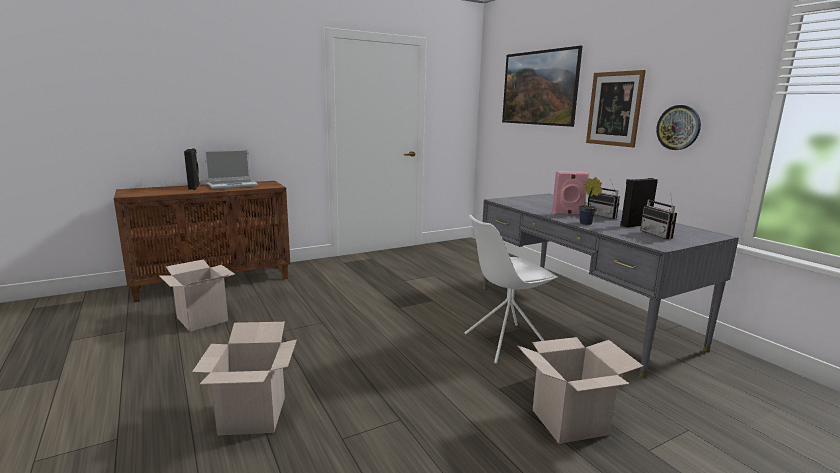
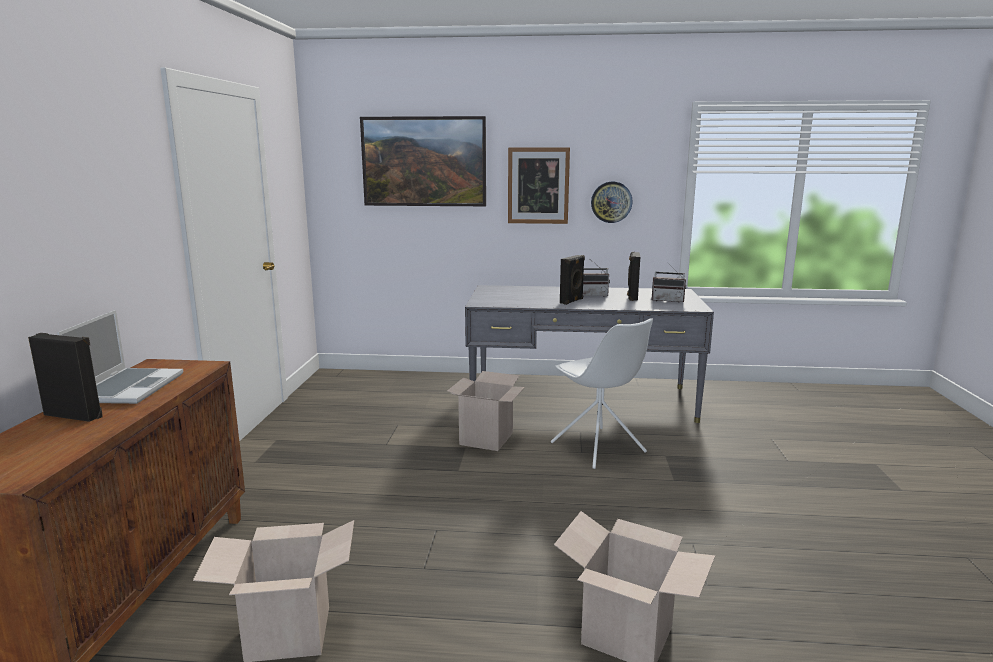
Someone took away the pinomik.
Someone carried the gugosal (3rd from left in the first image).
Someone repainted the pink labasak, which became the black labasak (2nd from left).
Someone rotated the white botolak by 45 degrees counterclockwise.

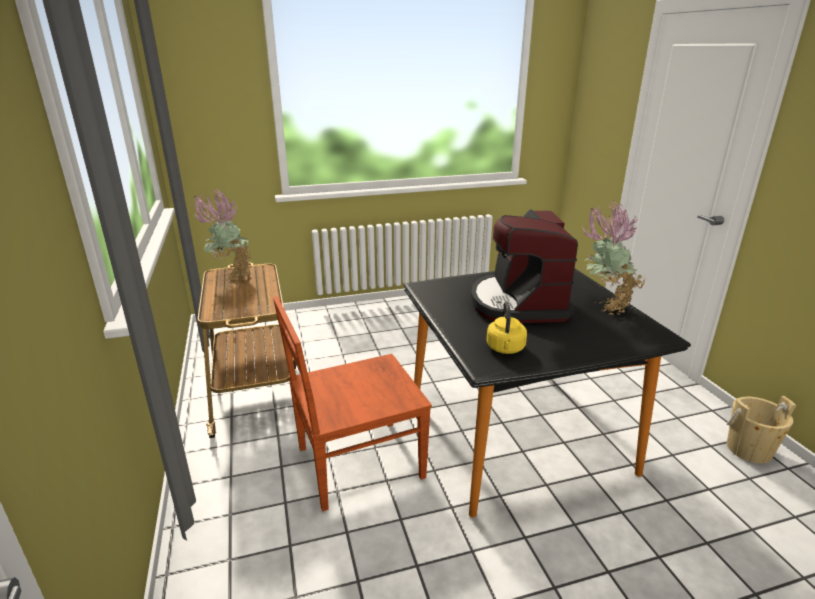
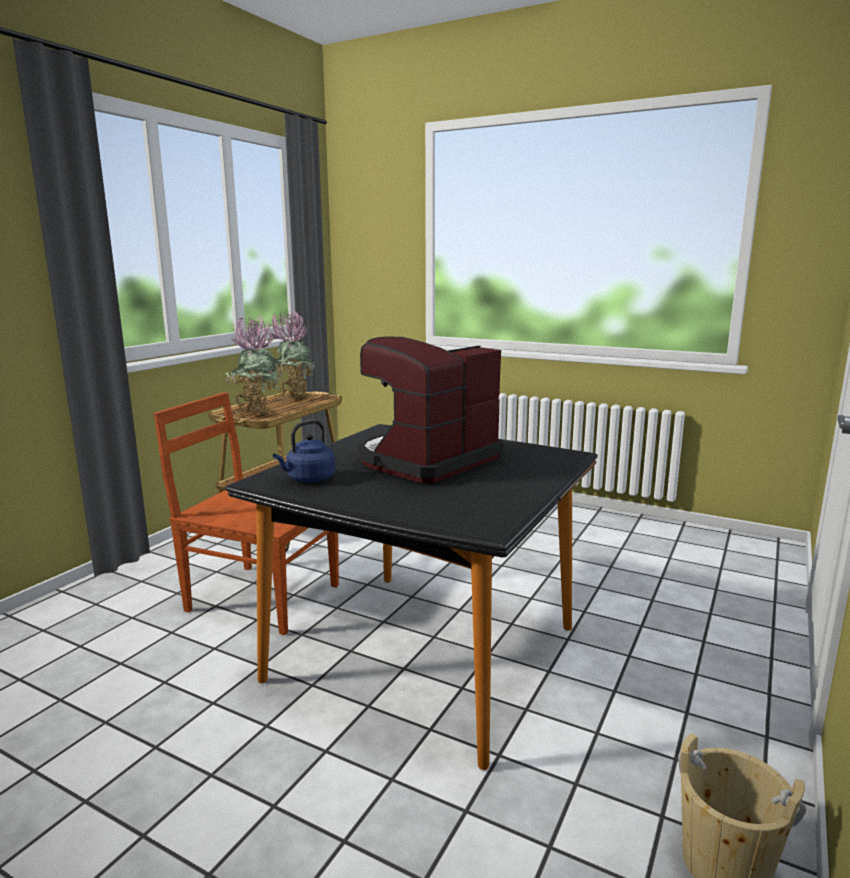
Someone carried the pinomik (2nd from left in the first image).
Someone repainted the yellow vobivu, which became the blue vobivu.

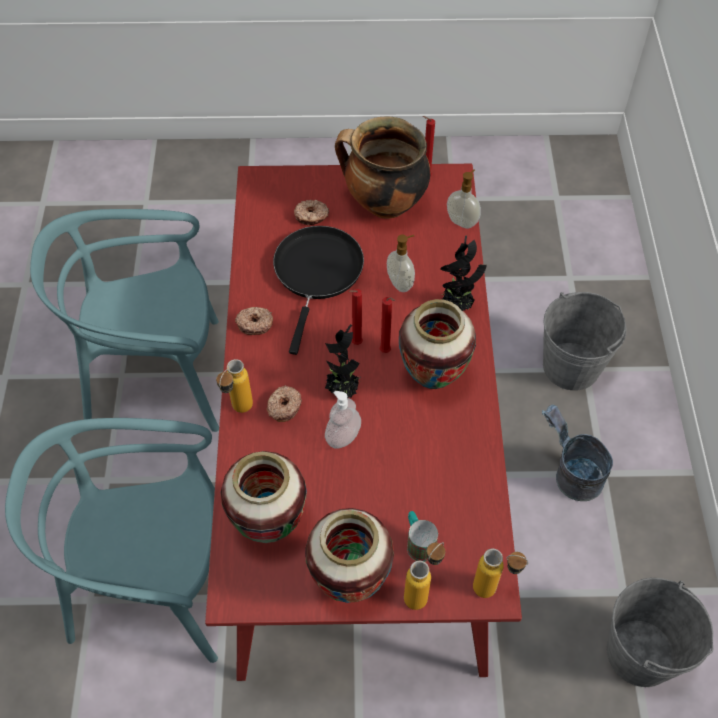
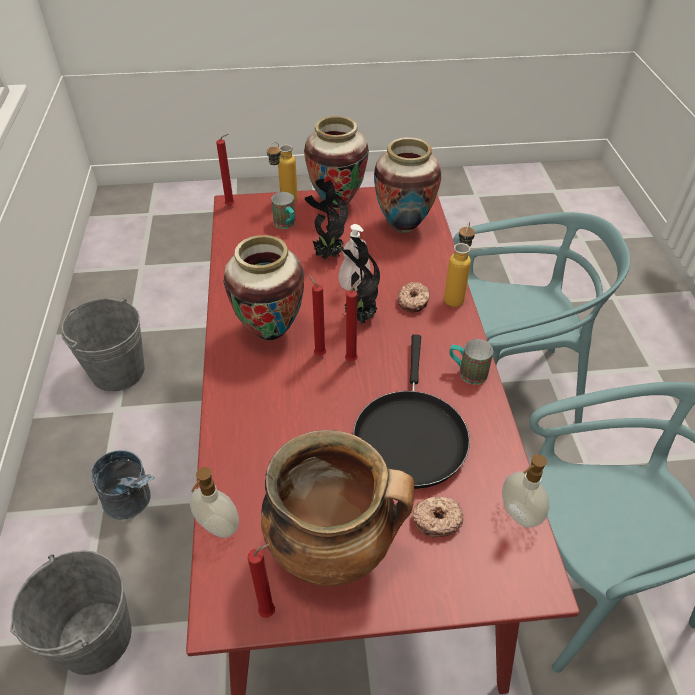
Someone carried the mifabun (2nd from left in the first image).
Someone carried the pinomik (2nd from left in the first image).
Someone swapped the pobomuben (1st from left) for the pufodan (2nd from left).
Someone swapped the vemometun (3rd from left) for the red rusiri (1st from left).

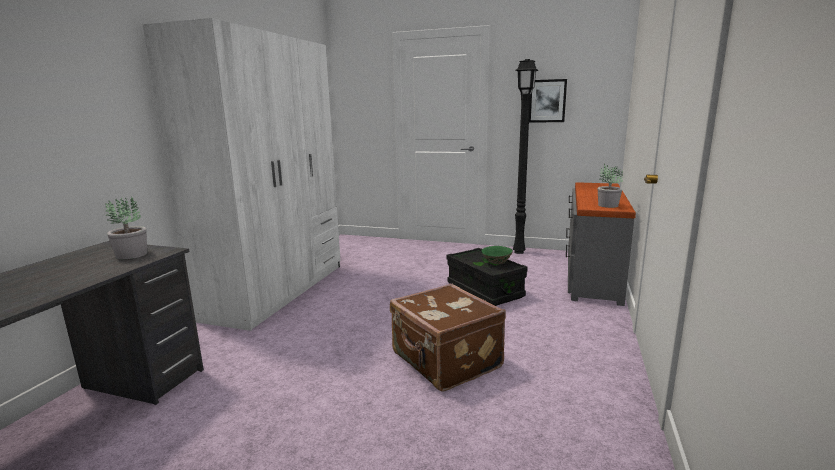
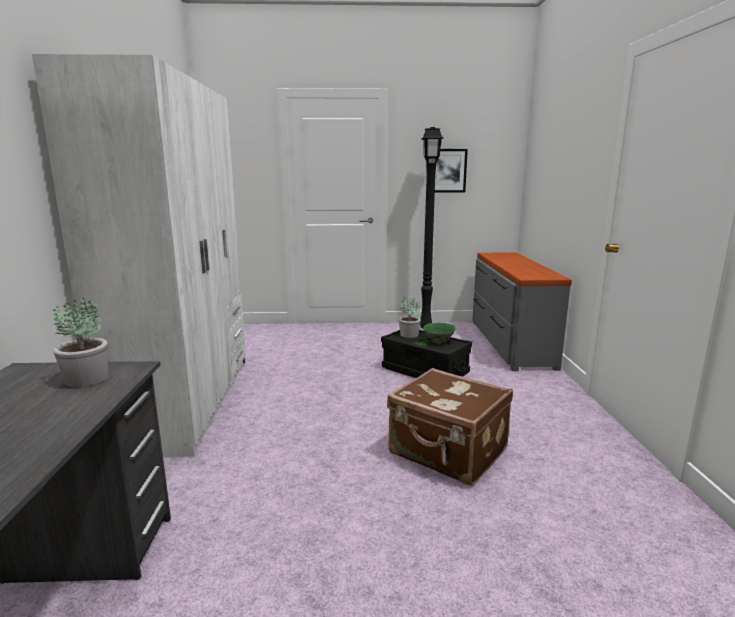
Someone carried the pinomik (2nd from left).

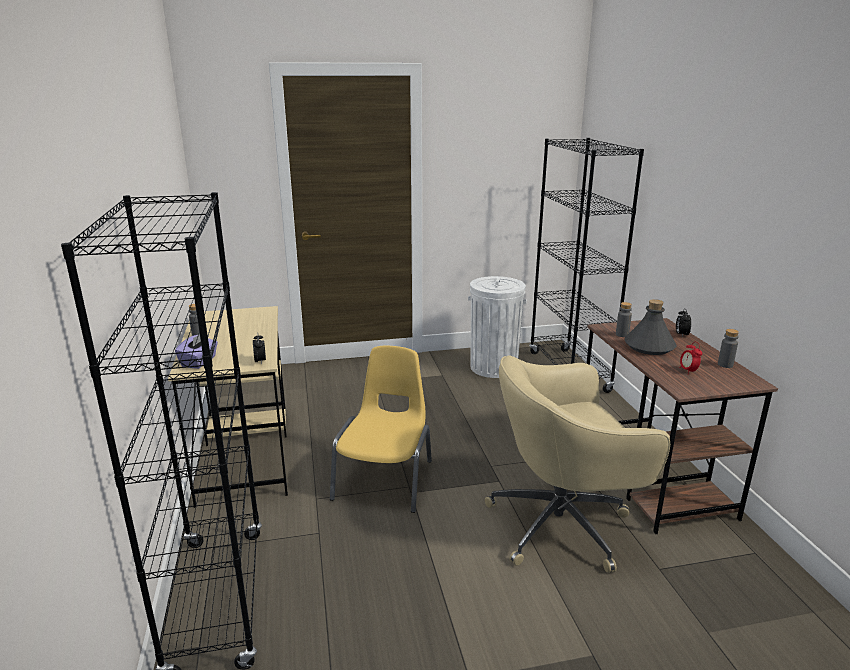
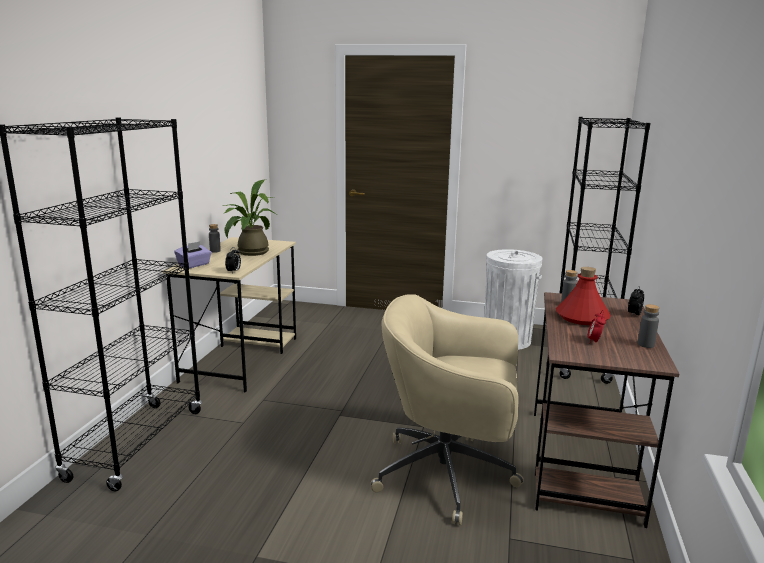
Someone took away the yellow botolak.
Someone put down the pinomik.
Someone repainted the grey vemometun (3rd from left), which became the red vemometun.

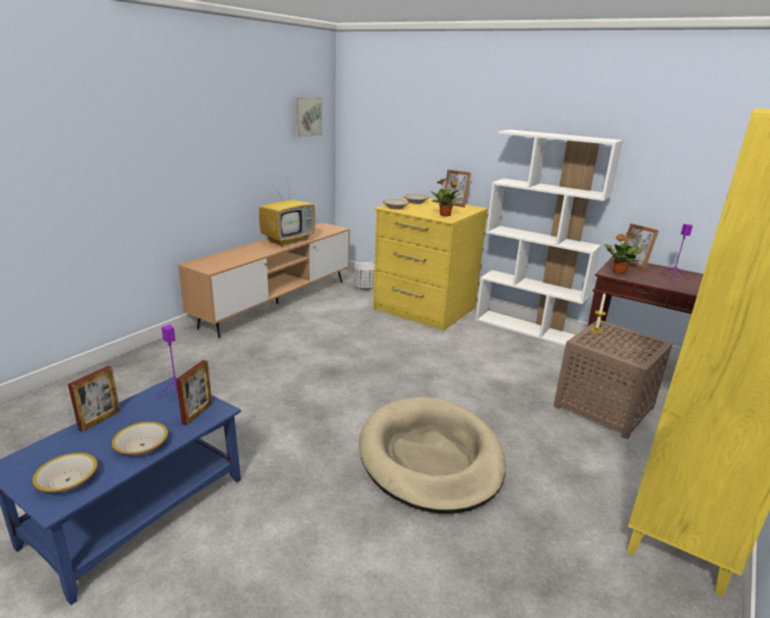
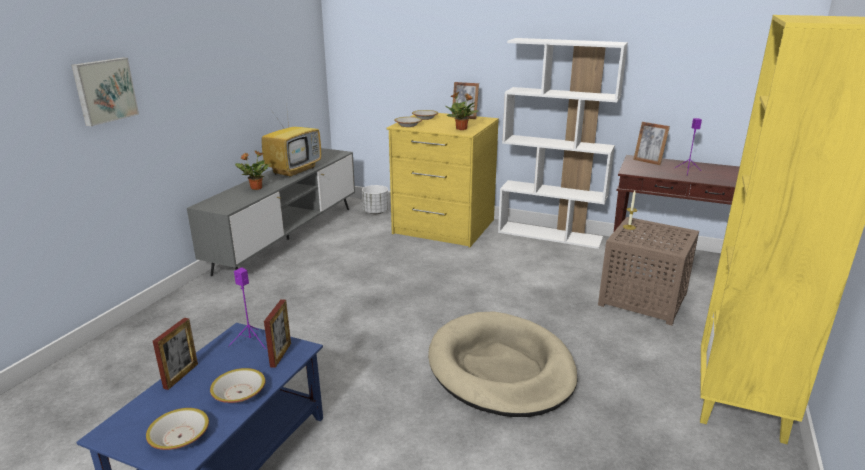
Someone carried the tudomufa.
Someone carried the pinomik (2nd from left in the first image).
Someone repainted the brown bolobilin, which became the grey bolobilin.

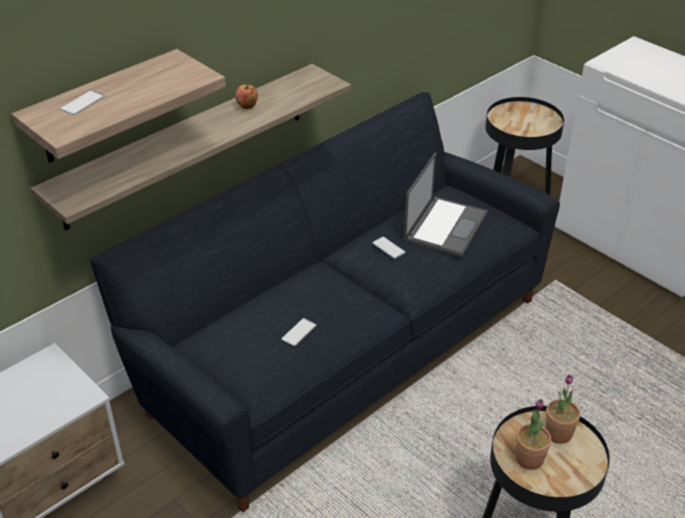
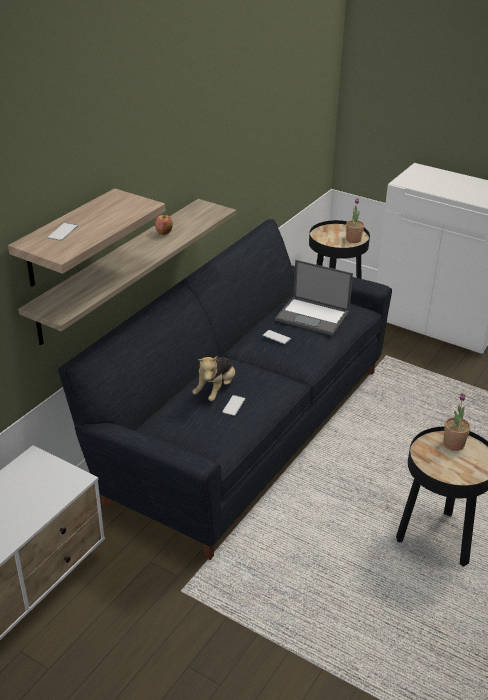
Someone put down the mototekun.
Someone carried the pinomik (1st from left).
Someone rotated the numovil by 105 degrees clockwise.

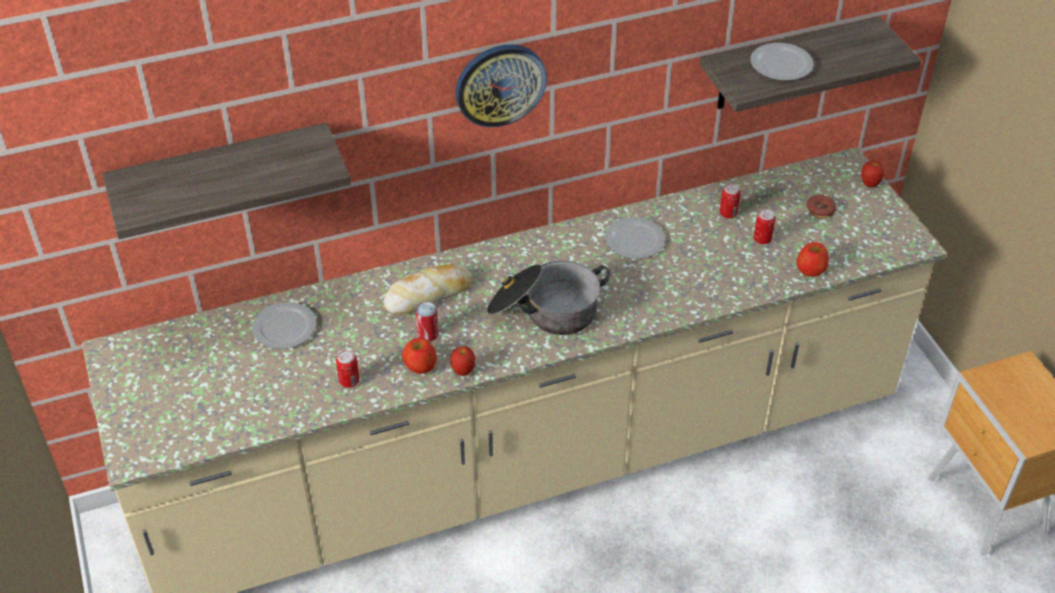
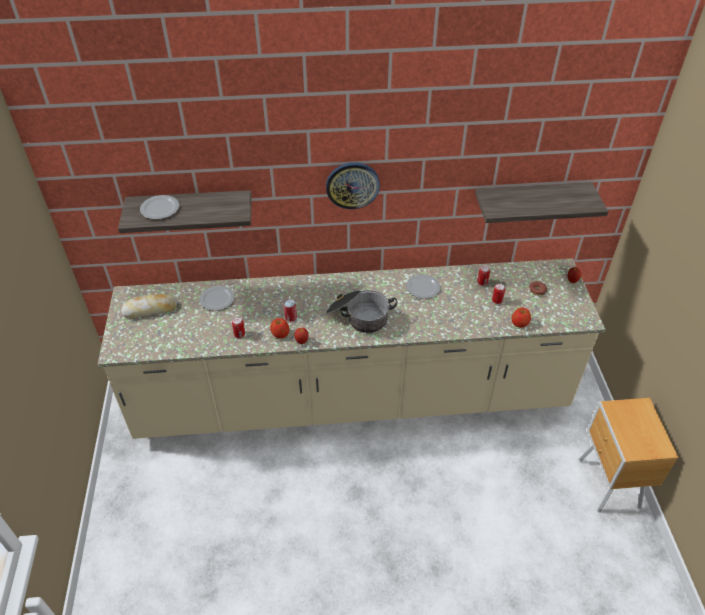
Someone carried the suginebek.
Someone carried the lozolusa (3rd from left in the first image).

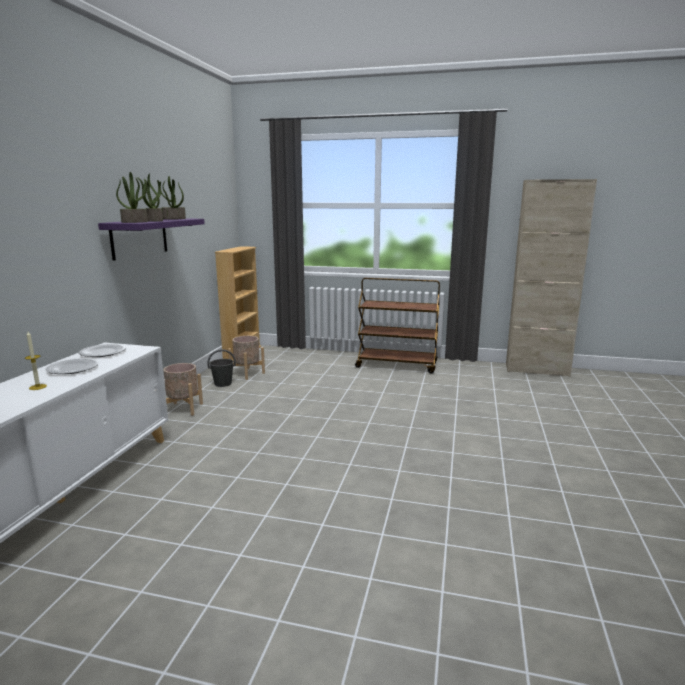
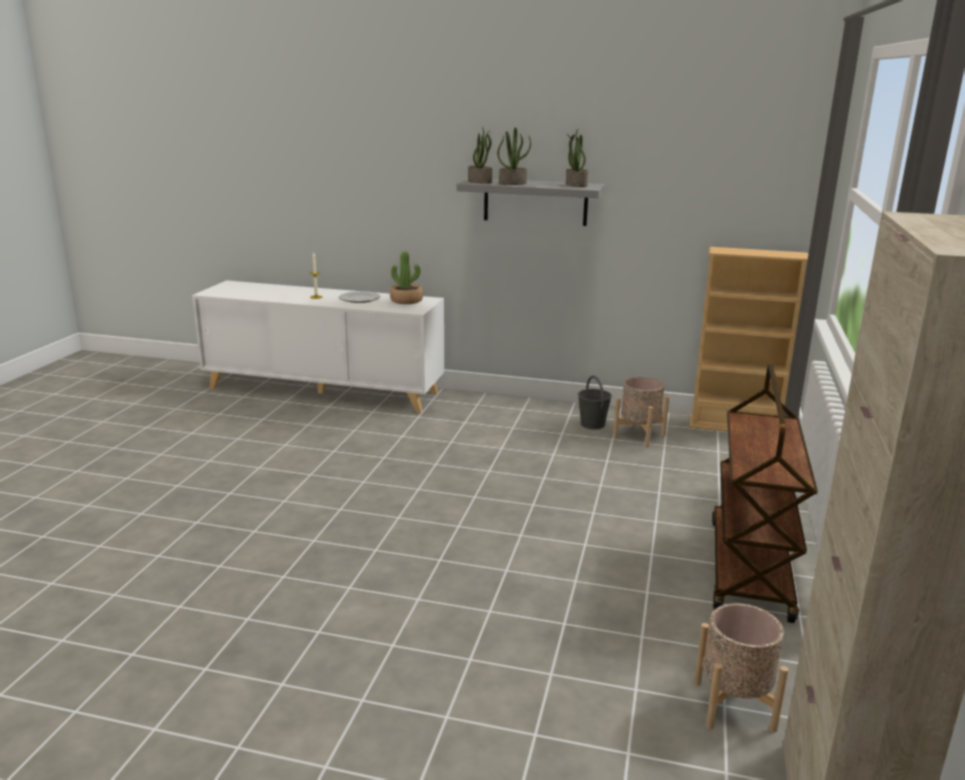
Someone carried the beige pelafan (1st from left in the first image).
Someone swapped the lozolusa (2nd from left) for the pinomik (1st from left).
Someone repainted the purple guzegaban, which became the grey guzegaban.

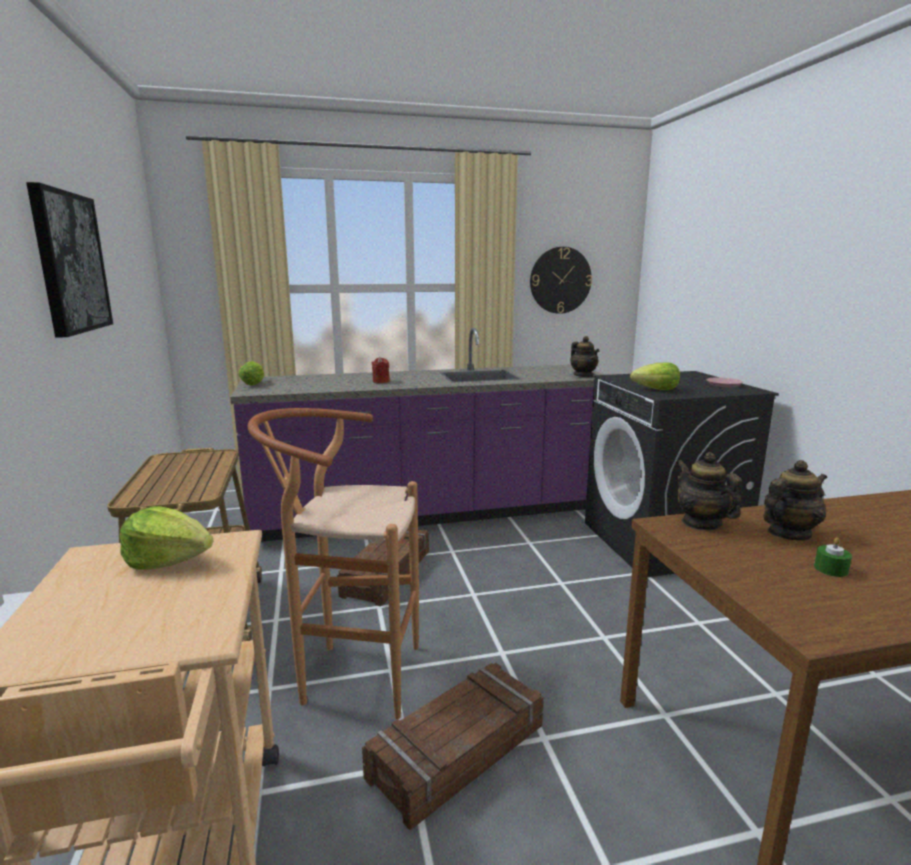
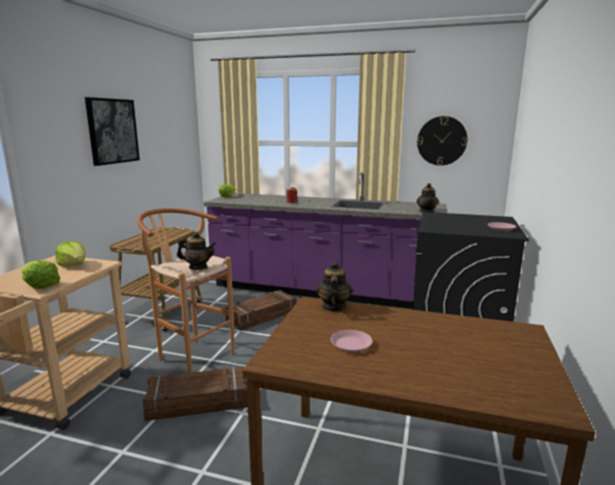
Someone carried the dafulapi (3rd from left in the first image).
Someone carried the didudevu (3rd from left in the first image).
Someone swapped the green rusiri for the pink lozolusa (1st from left).

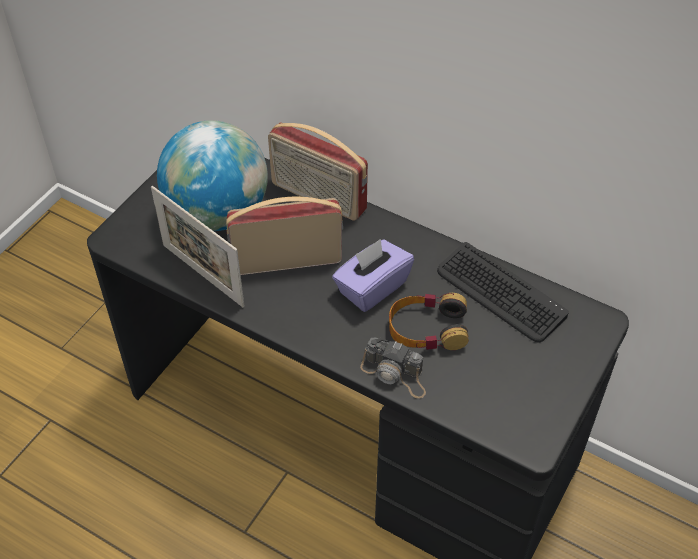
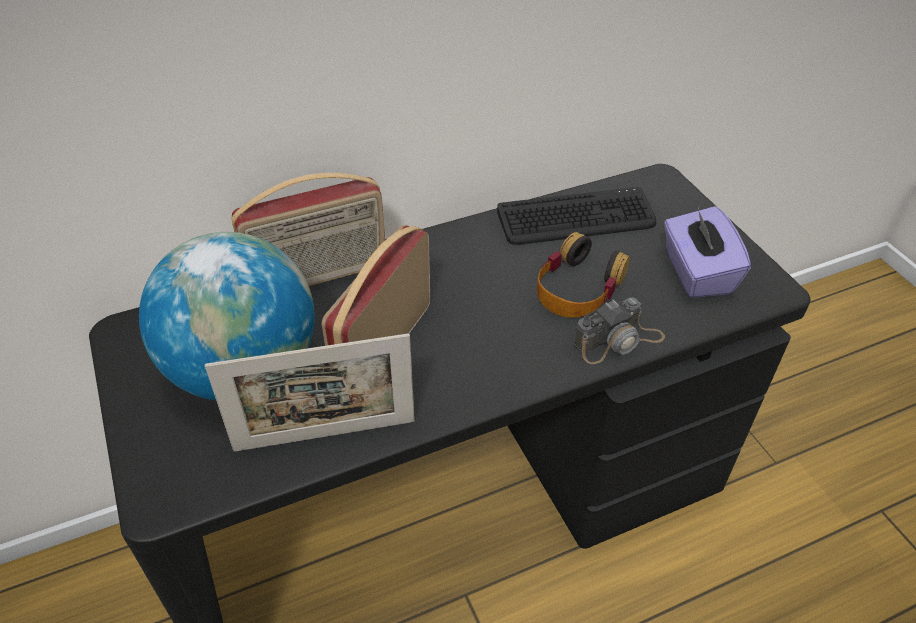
Someone carried the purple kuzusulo.

